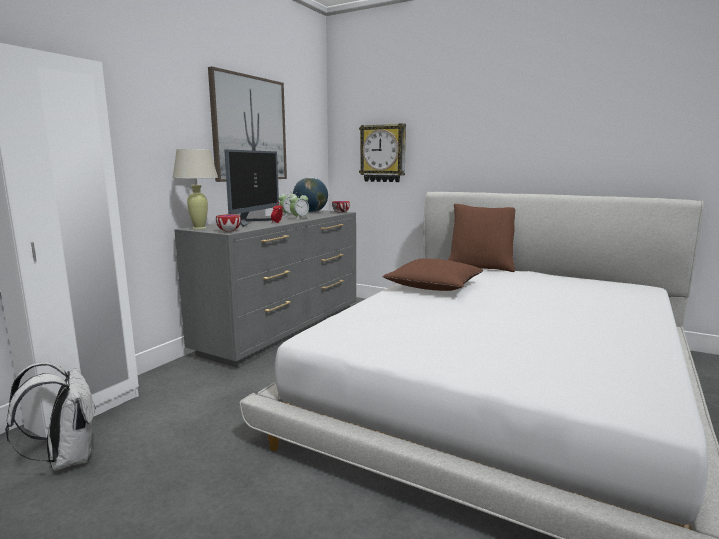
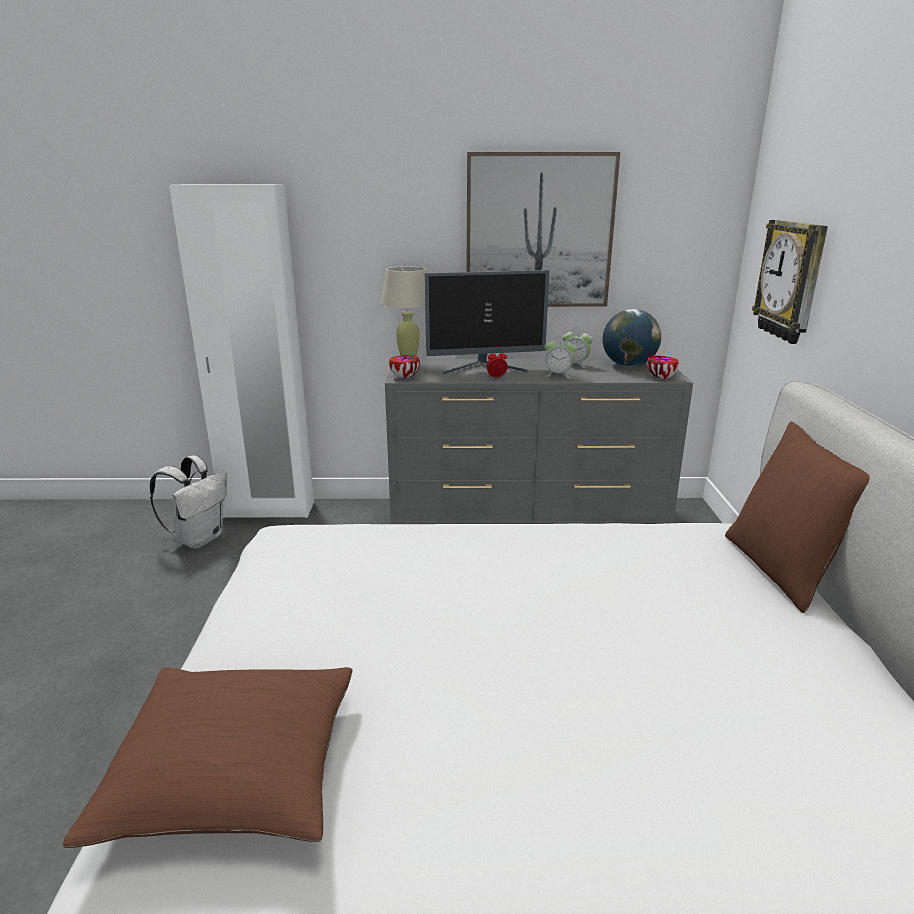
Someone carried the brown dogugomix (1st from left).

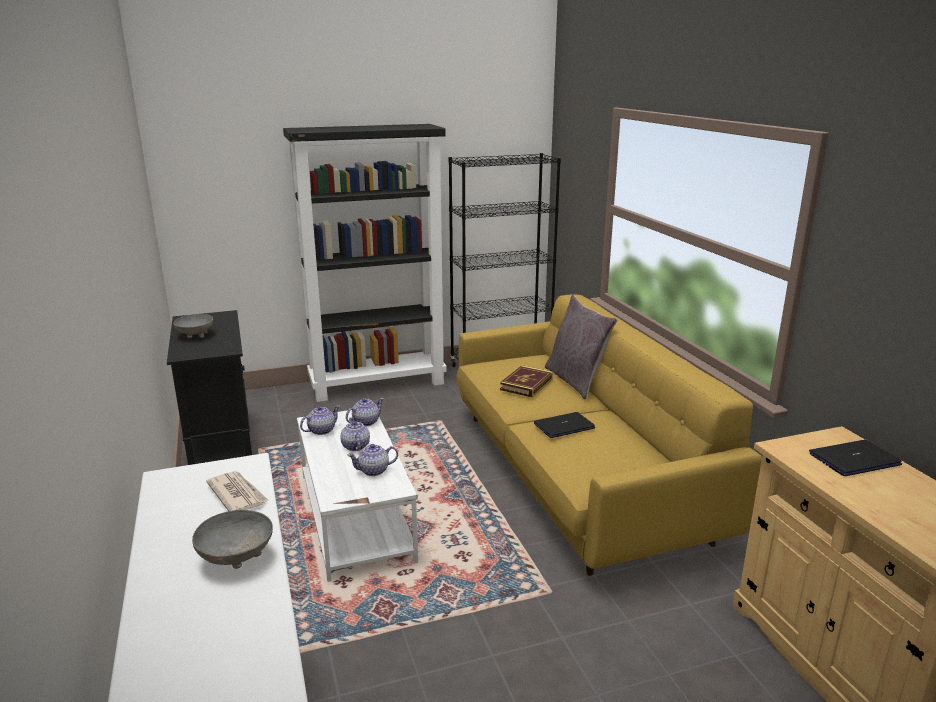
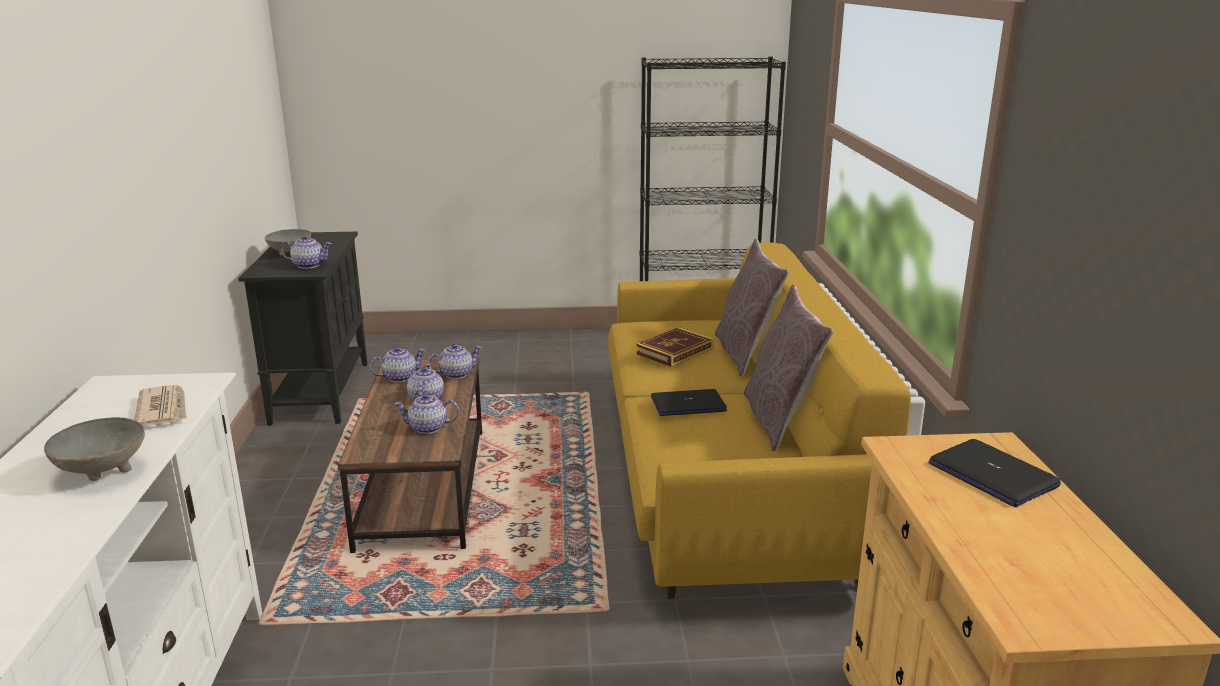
Someone took away the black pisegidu (1st from left).
Someone put down the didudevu (1st from left).
Someone put down the grey dogugomix (2nd from left).
Someone repainted the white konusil, which became the brown konusil.
Someone rotated the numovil (2nd from left) by 120 degrees counterclockwise.

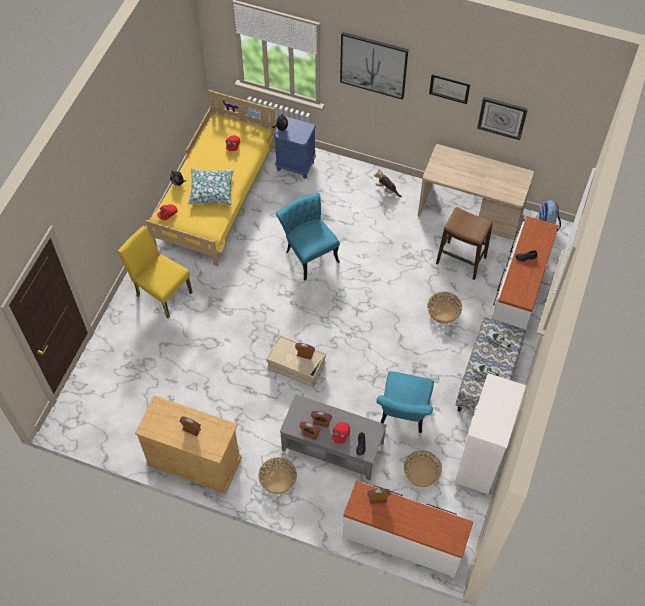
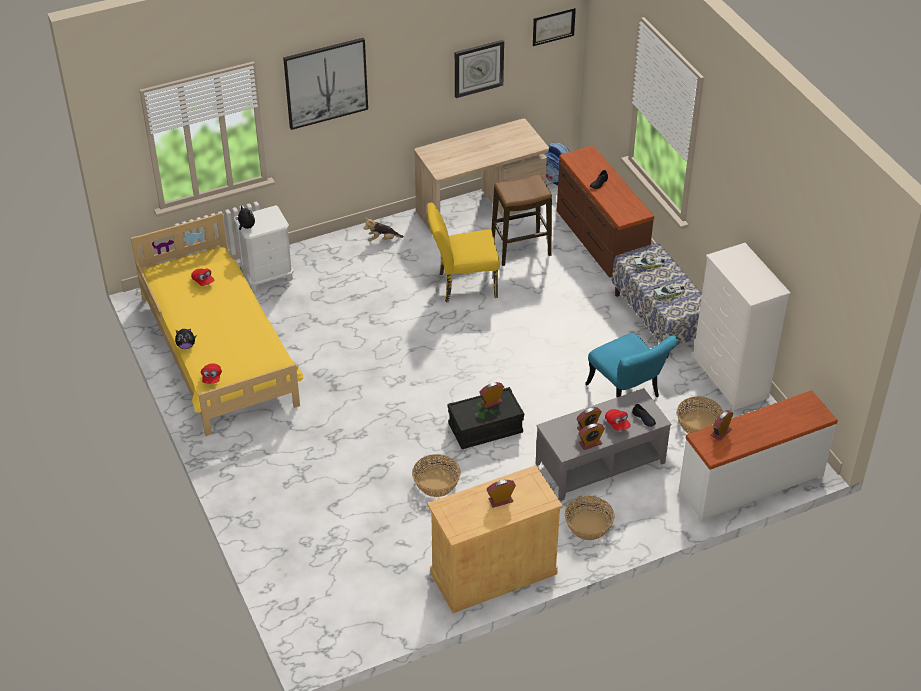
Someone took away the dogugomix.
Someone took away the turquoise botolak (1st from left).
Someone carried the yellow botolak.
Someone carried the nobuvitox (3rd from left in the first image).
Someone carried the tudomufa (2nd from left).
Someone repainted the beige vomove, which became the black vomove.
Someone repainted the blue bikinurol, which became the white bikinurol.
Someone repainted the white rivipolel (3rd from left), which became the brown rivipolel.

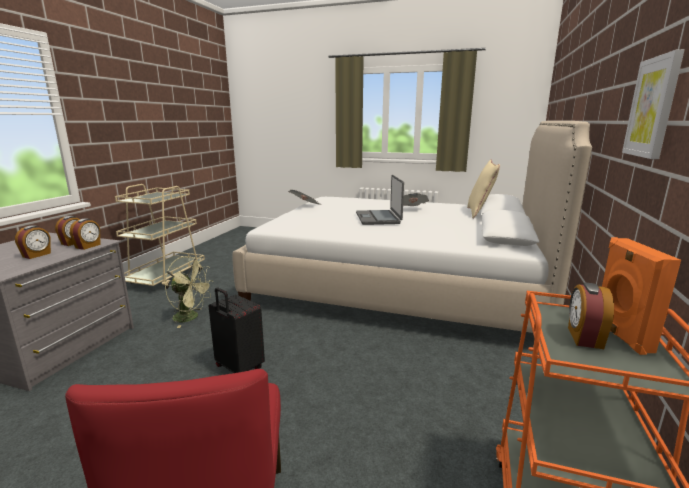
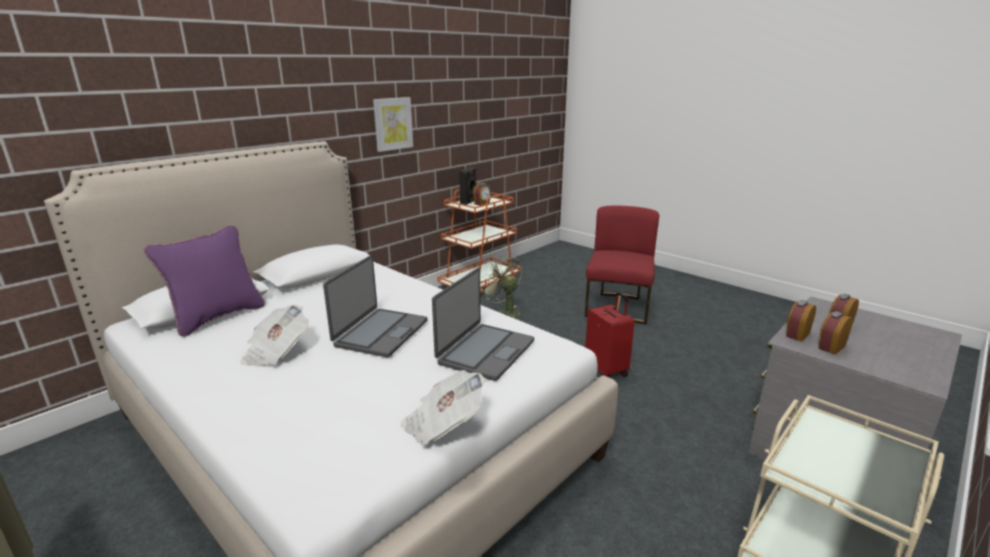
Someone put down the numovil (2nd from left).
Someone carried the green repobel.
Someone repainted the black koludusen, which became the red koludusen.
Someone repainted the beige dogugomix, which became the purple dogugomix.
Someone repainted the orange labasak, which became the black labasak.

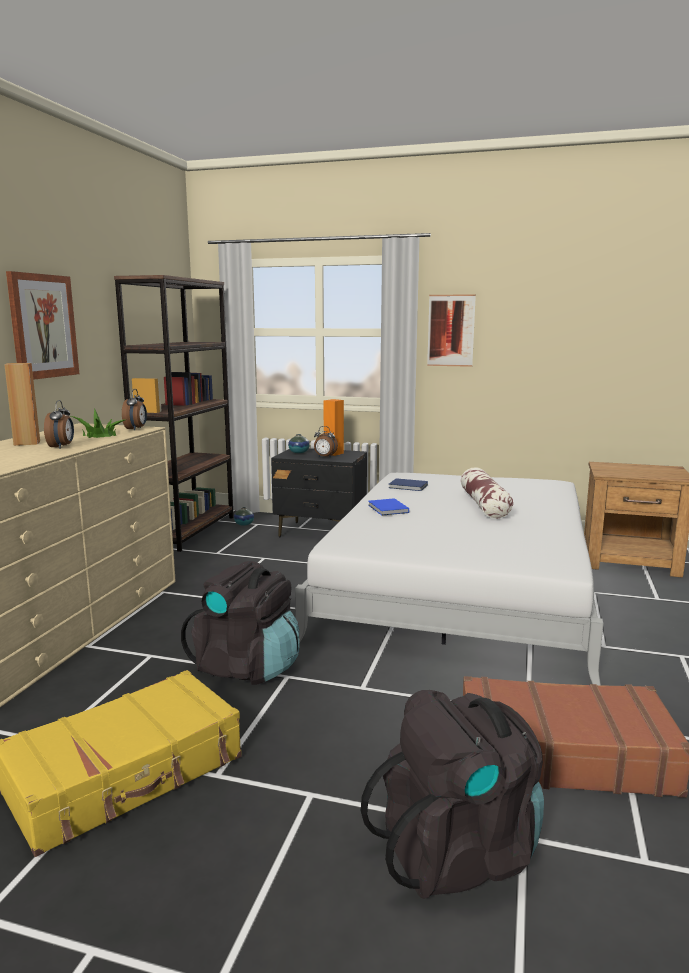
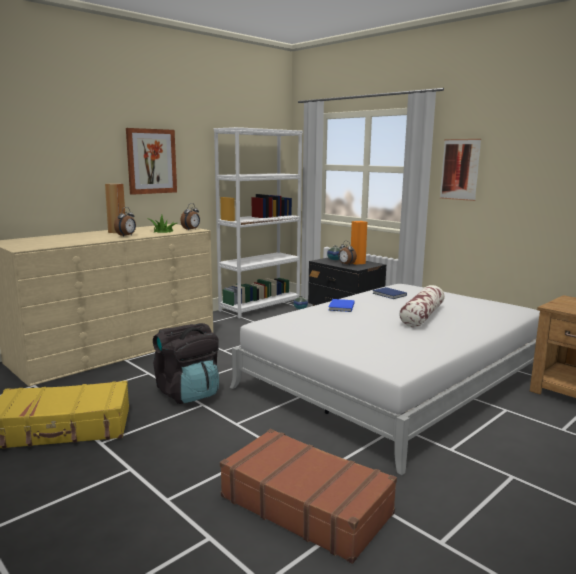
Someone took away the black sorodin (2nd from left).
Someone repainted the brown pisegidu, which became the white pisegidu.

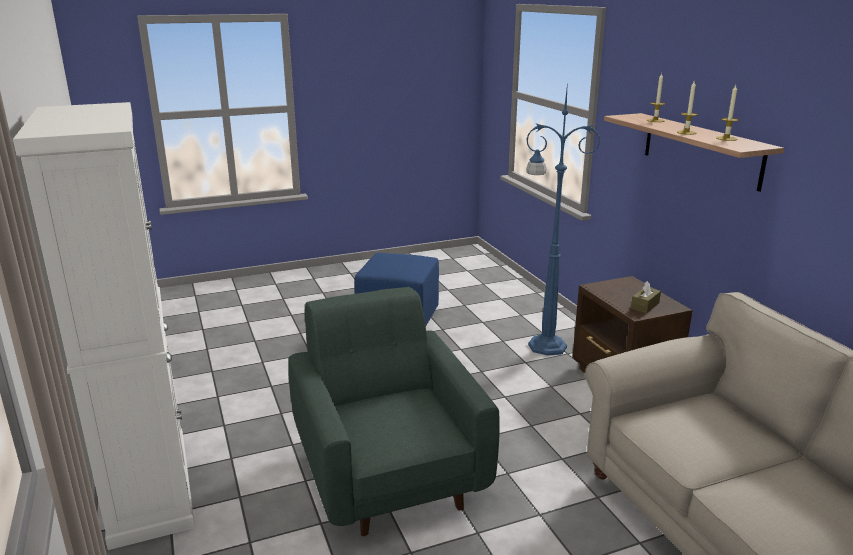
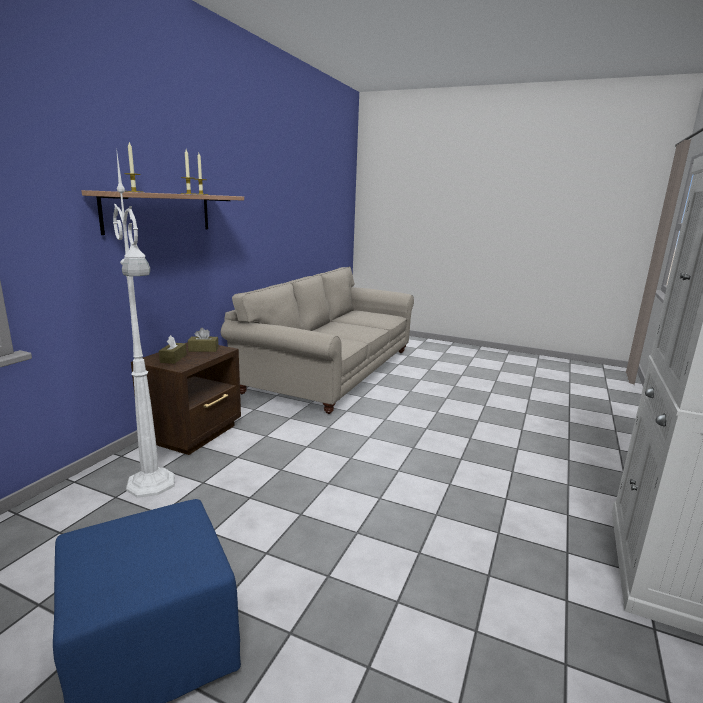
Someone took away the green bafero.
Someone put down the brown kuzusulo (1st from left).
Someone repainted the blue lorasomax, which became the white lorasomax.

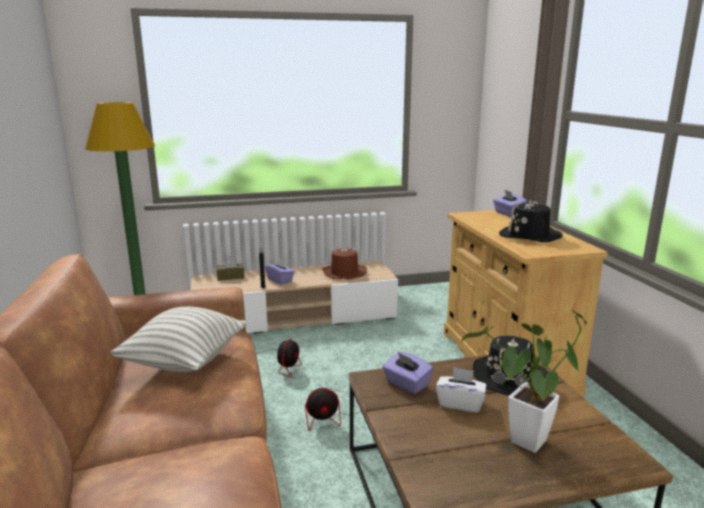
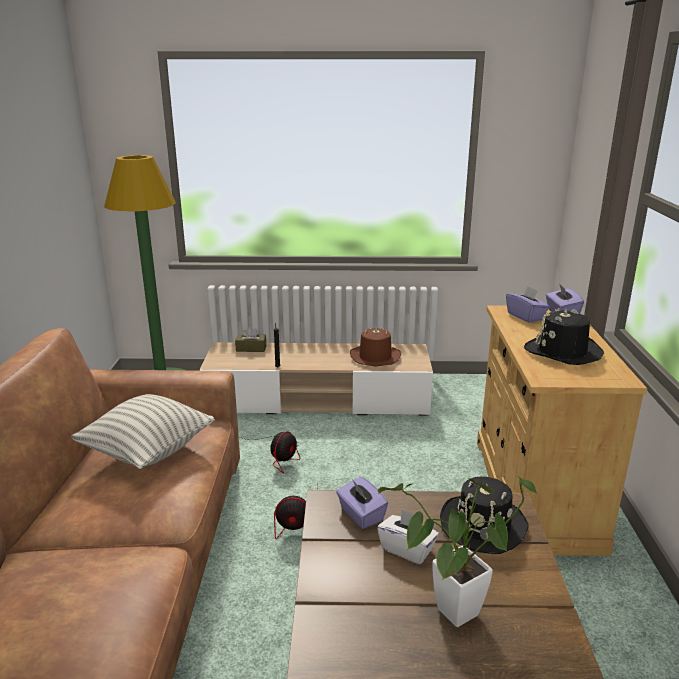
Someone carried the purple kuzusulo (1st from left in the first image).

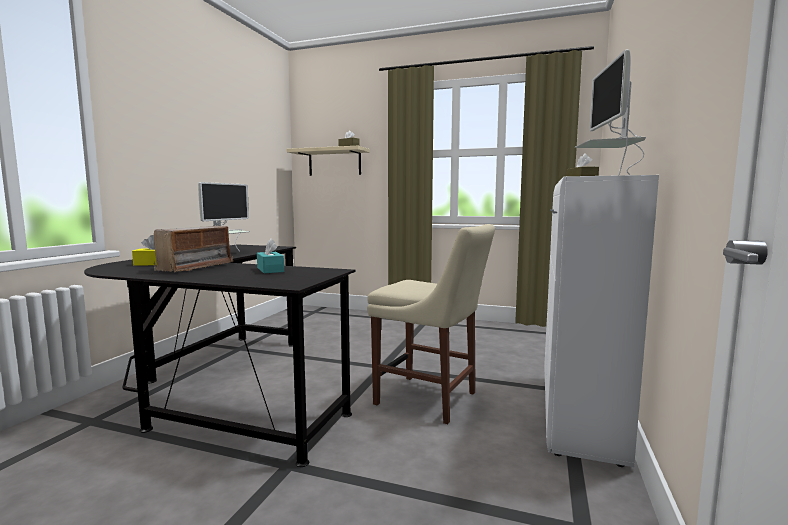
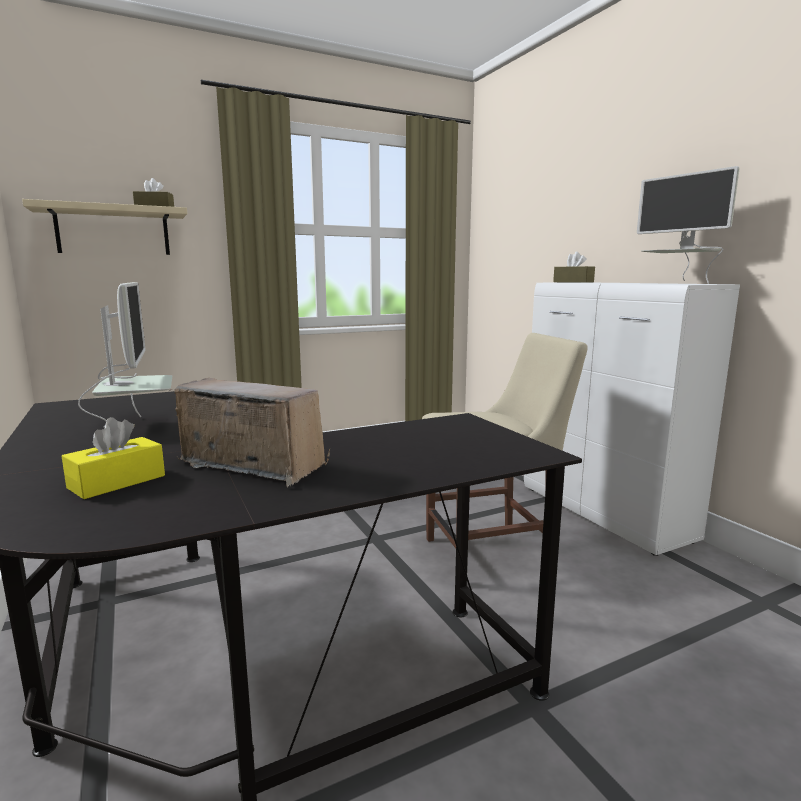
Someone took away the turquoise kuzusulo.
Someone rotated the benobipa by 45 degrees counterclockwise.

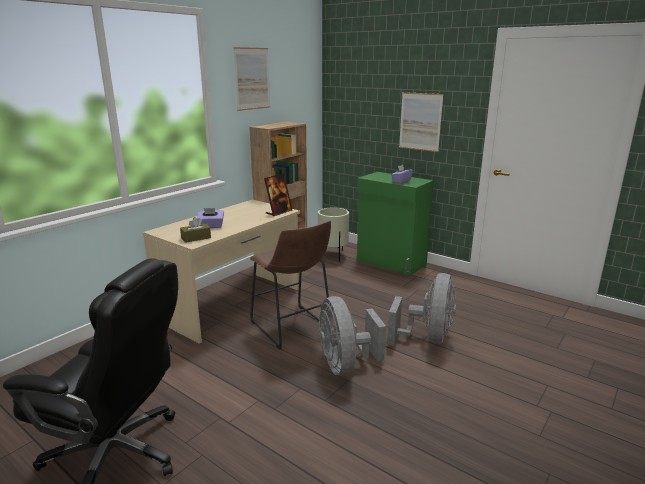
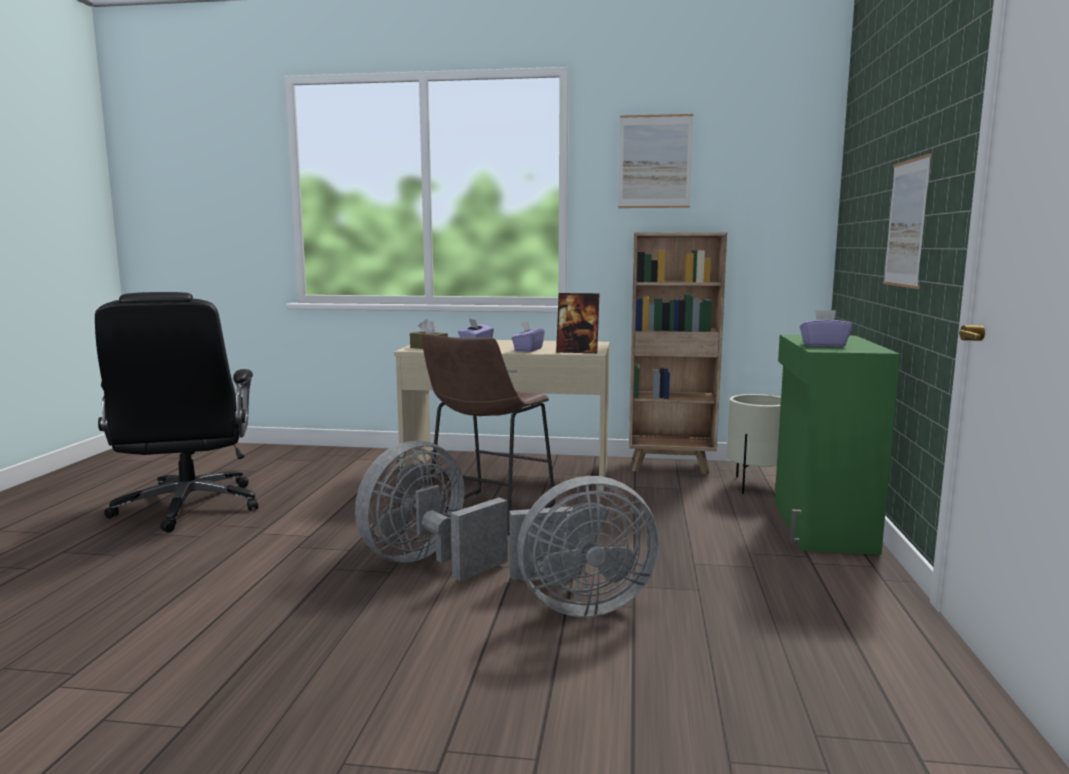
Someone put down the purple kuzusulo (2nd from left).

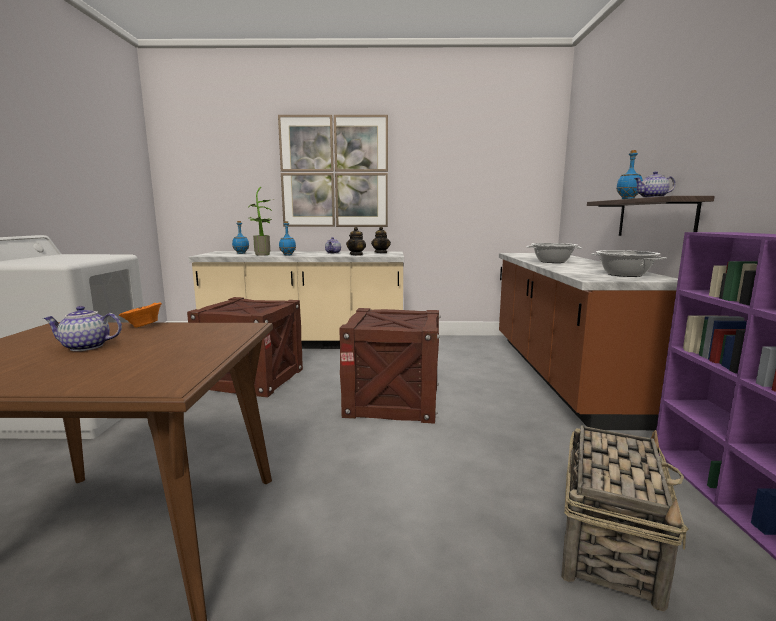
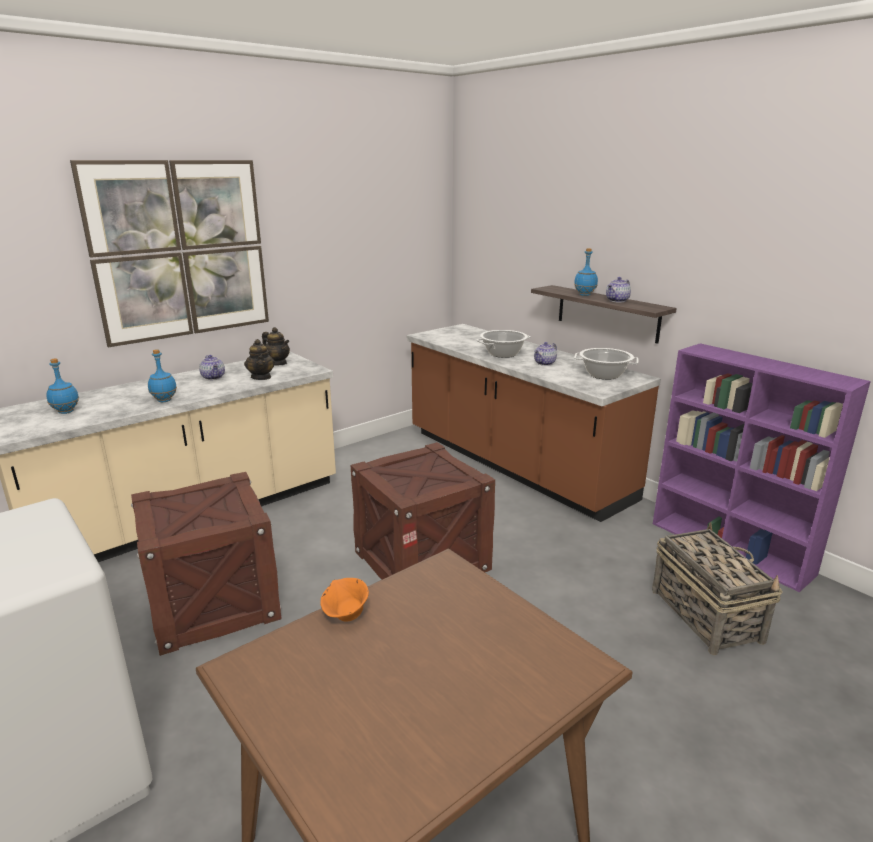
Someone took away the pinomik.
Someone carried the didudevu (1st from left in the first image).

